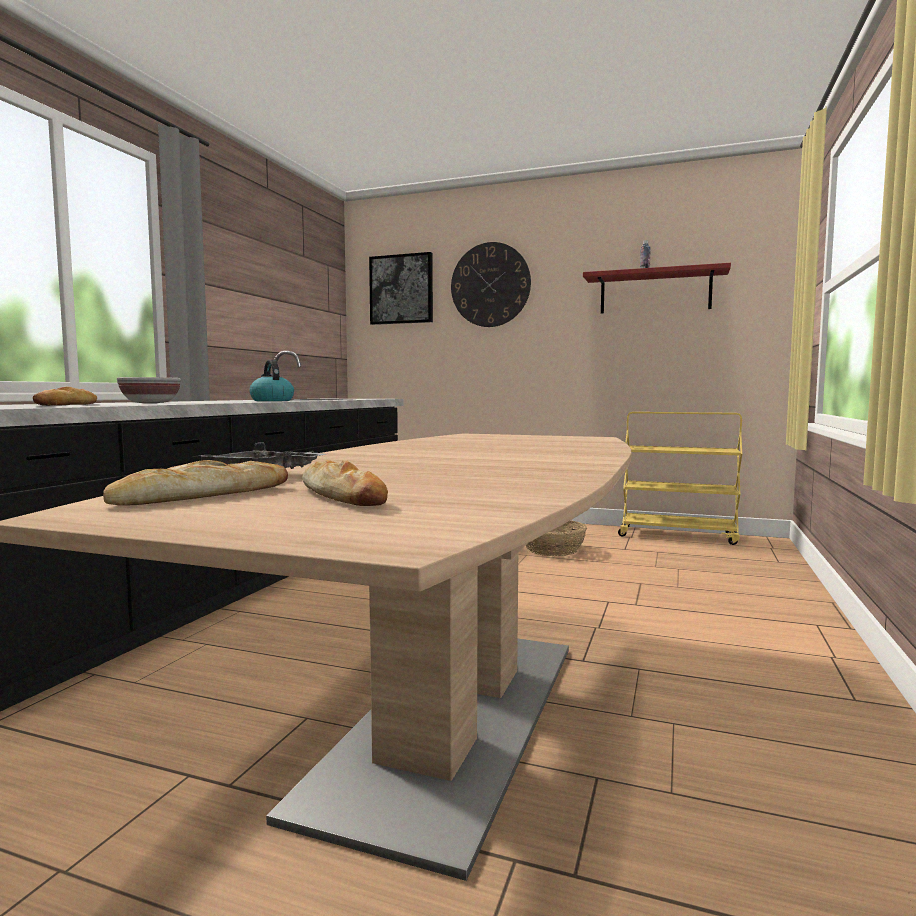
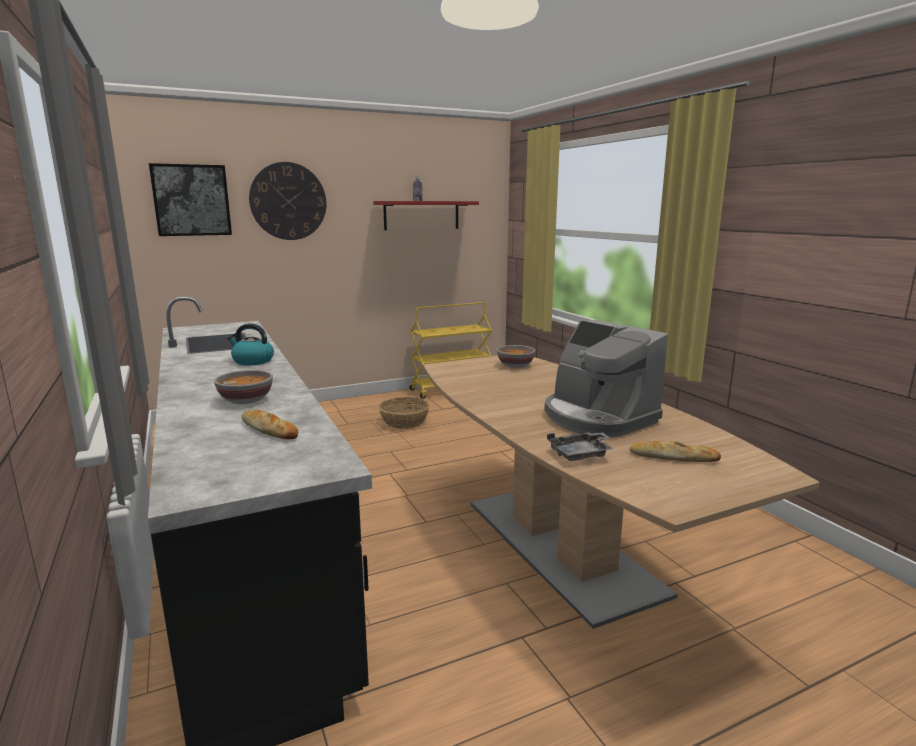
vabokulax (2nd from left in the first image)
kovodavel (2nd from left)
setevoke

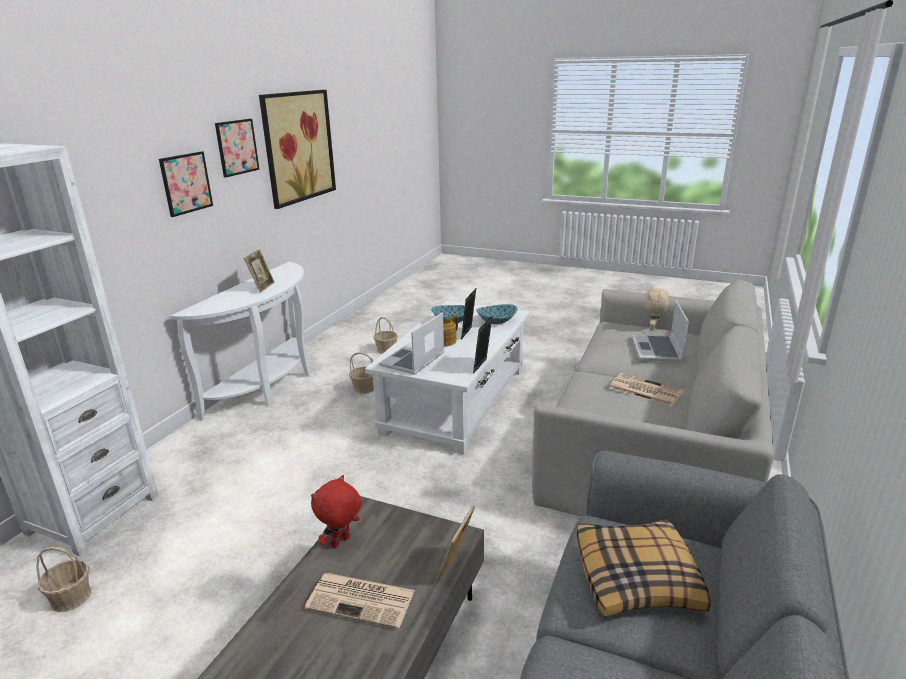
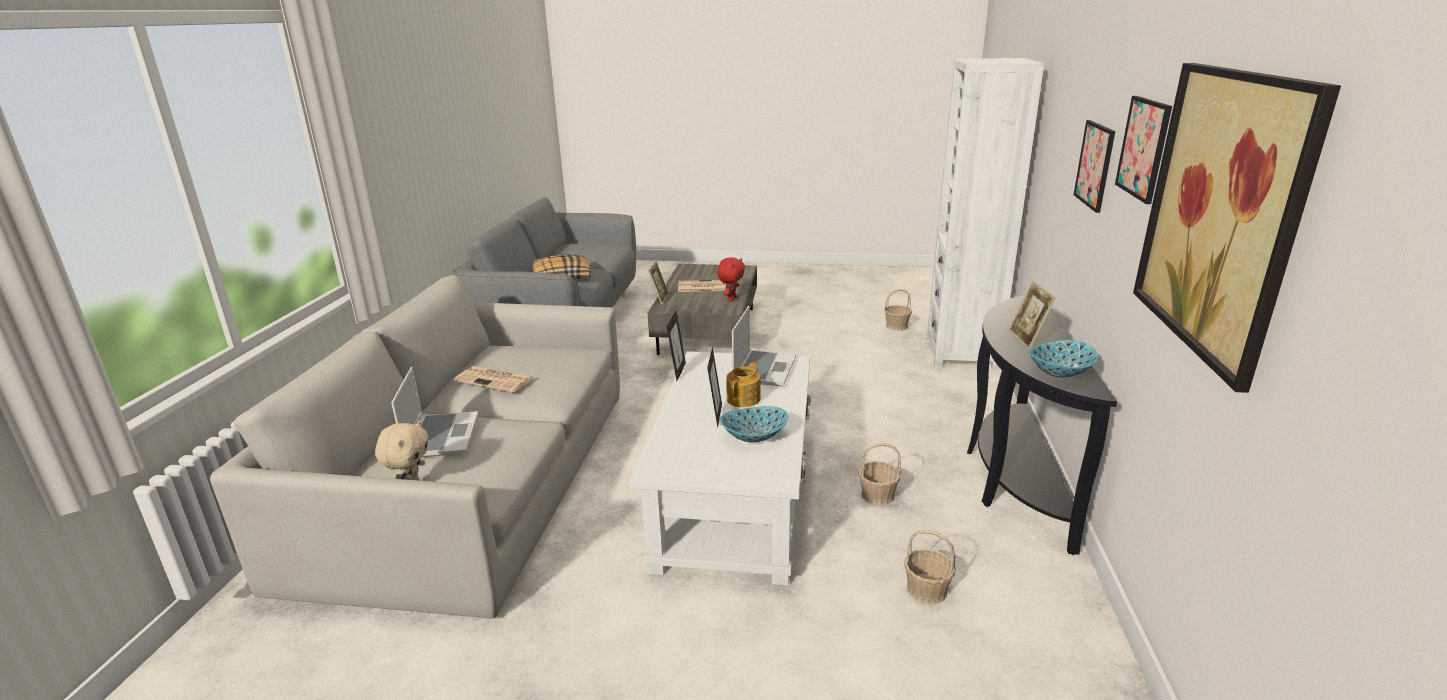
kovodavel (2nd from left)
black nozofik

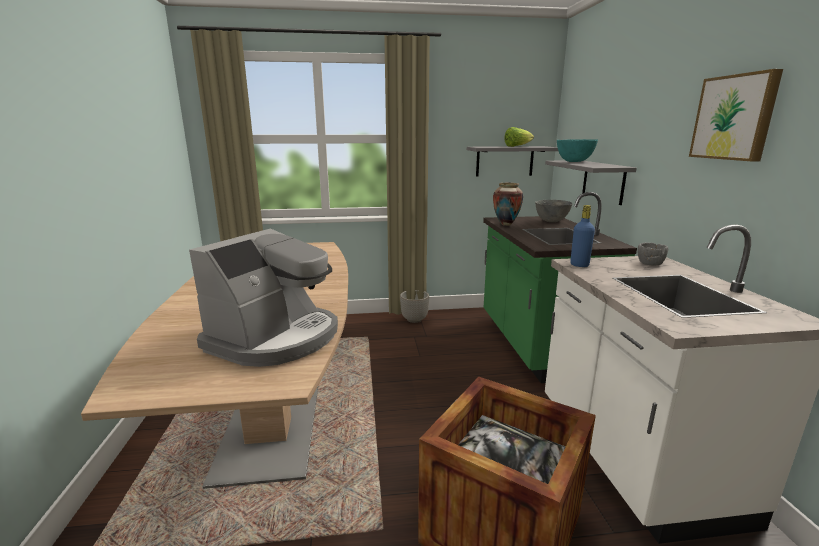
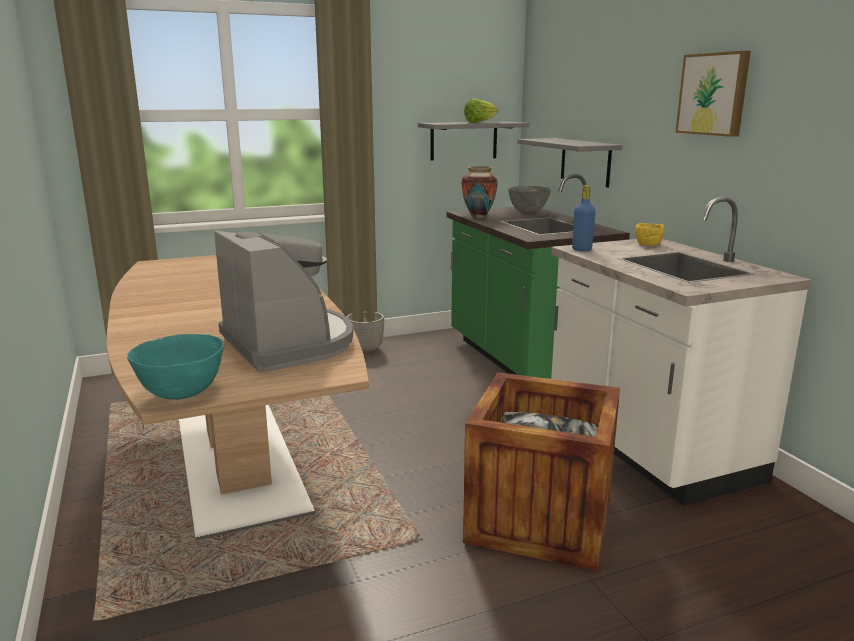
turquoise kovodavel
yellow kovodavel
setevoke

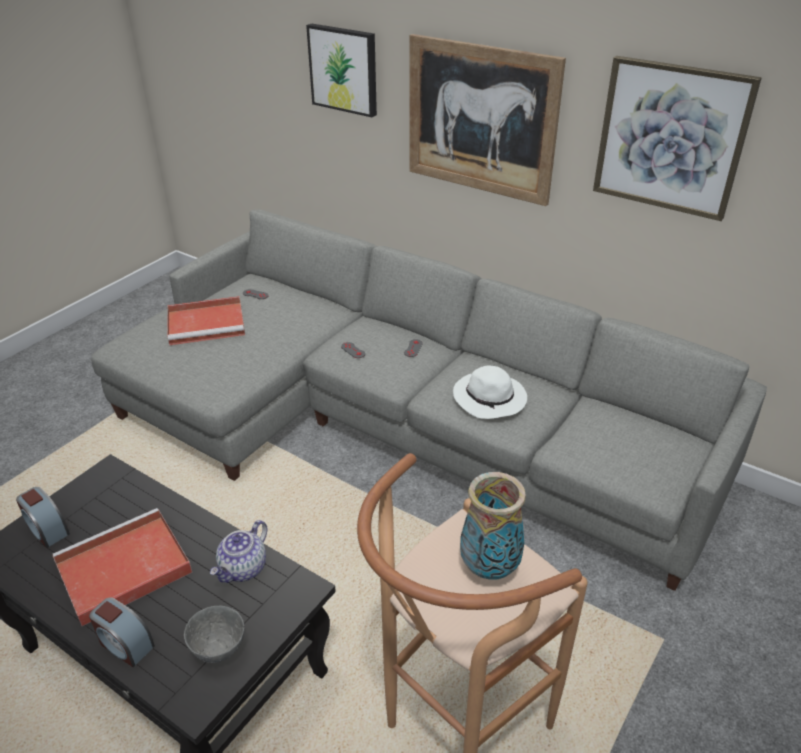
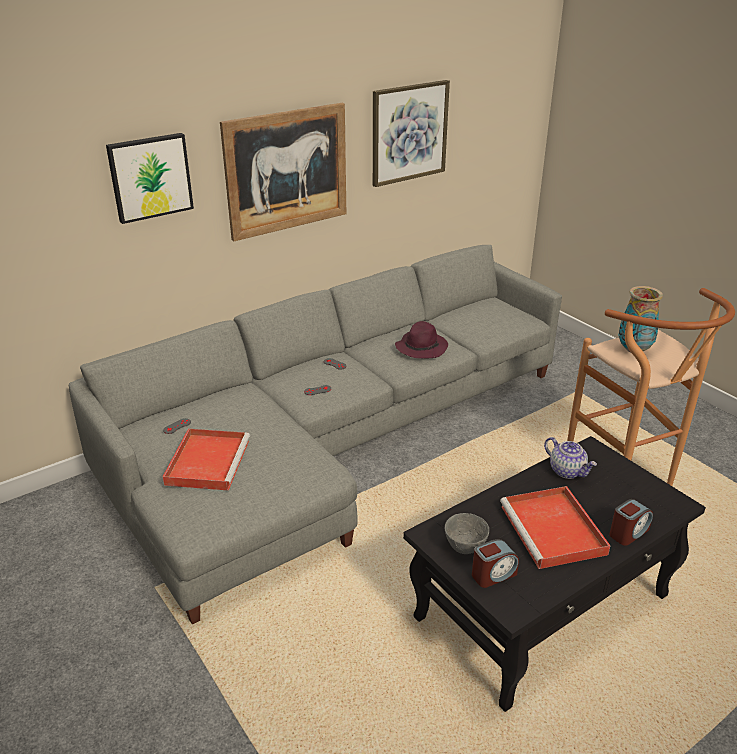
grey kovodavel
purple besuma

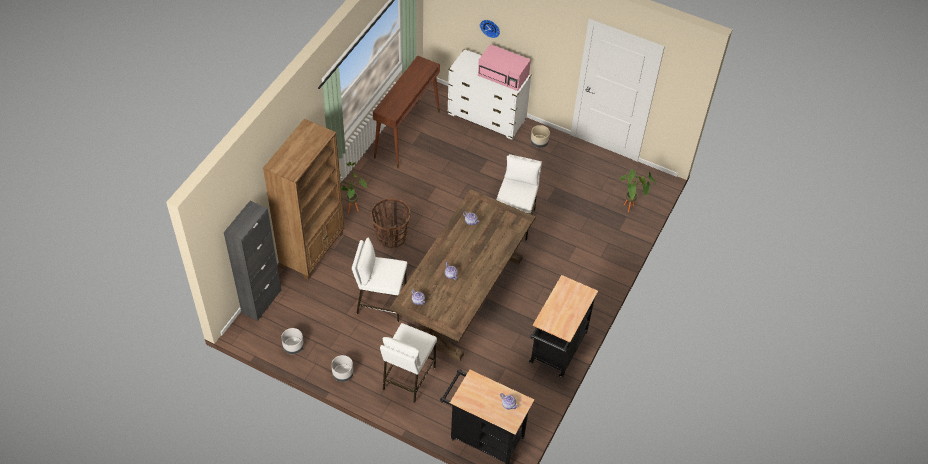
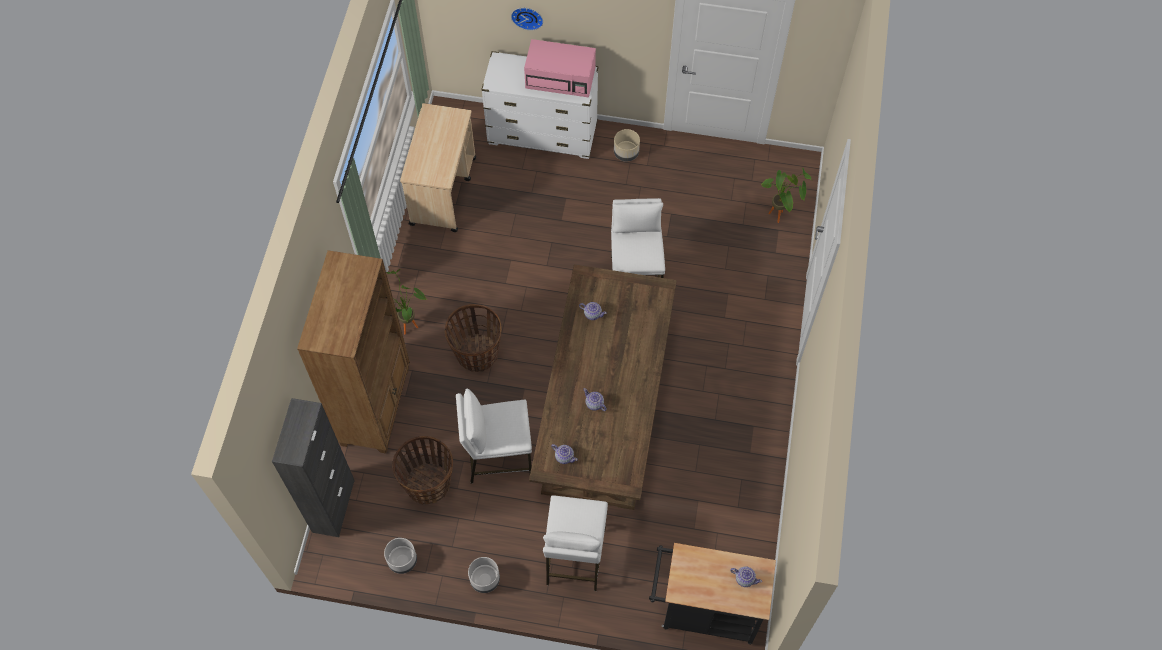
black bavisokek (2nd from left in the first image)
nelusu (1st from left)
beige bavisokek

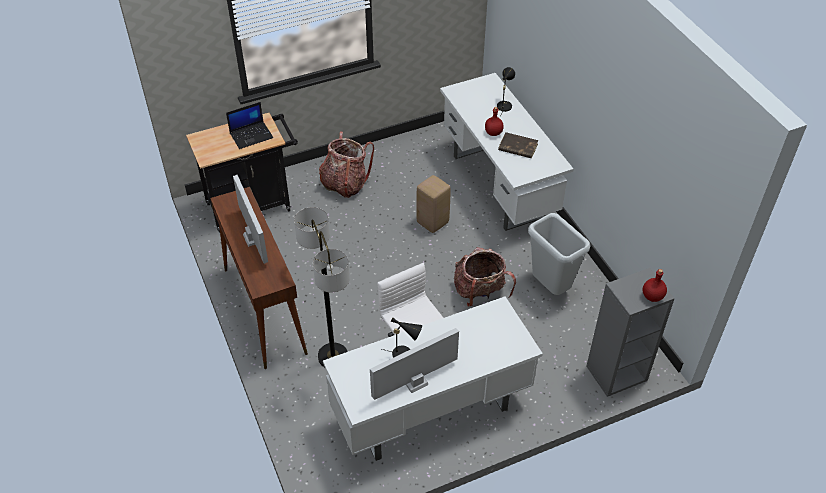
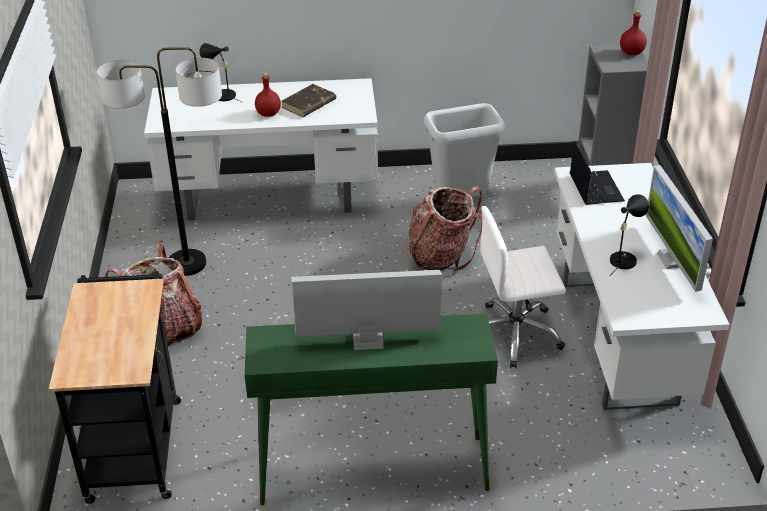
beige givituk
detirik
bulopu
green nozofik

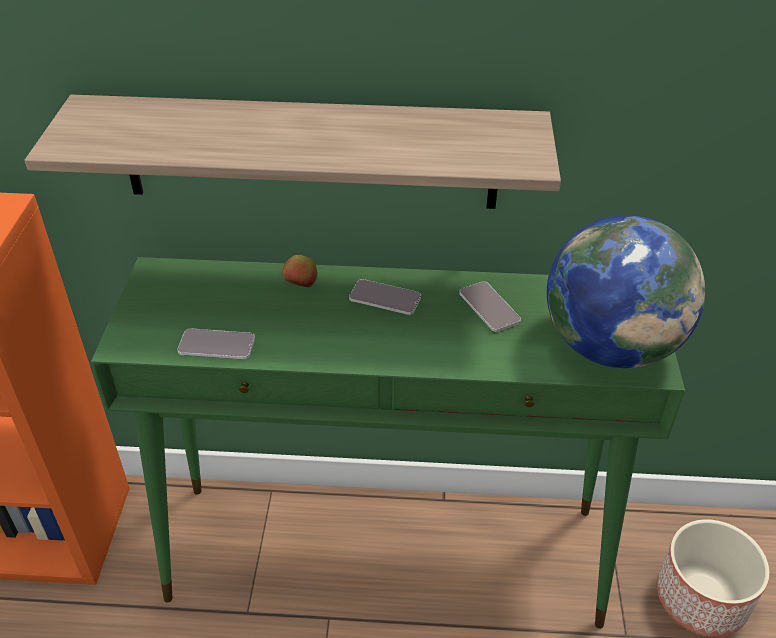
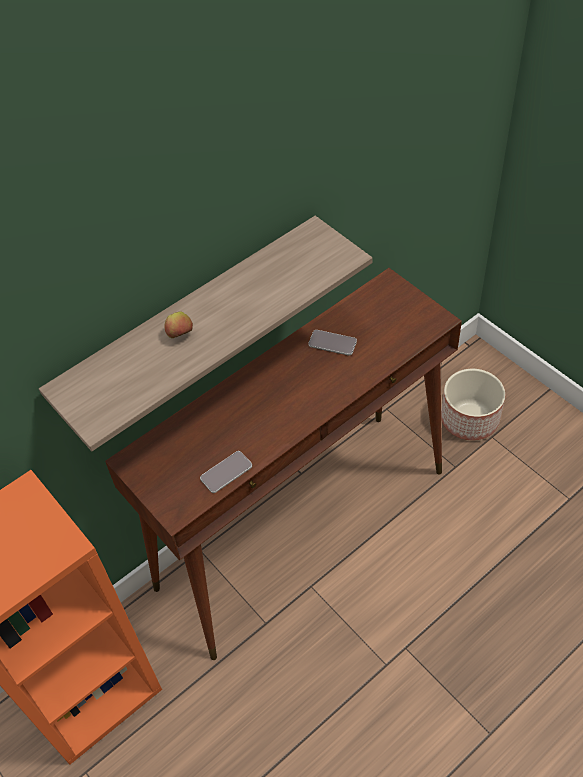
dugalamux (2nd from left in the first image)
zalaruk
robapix
brown nozofik

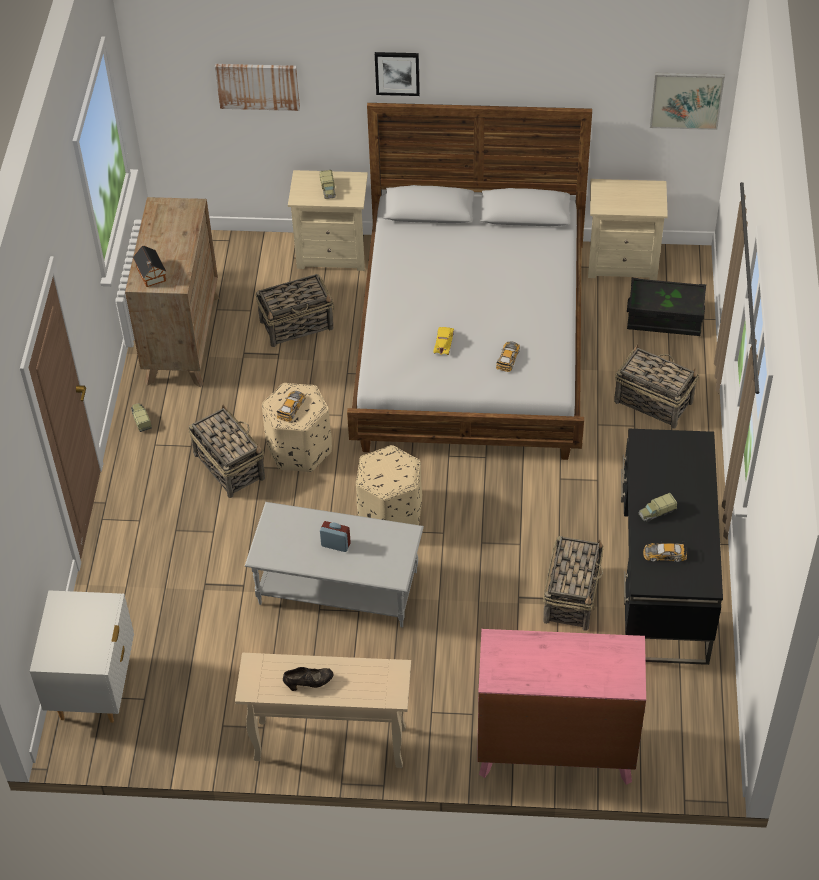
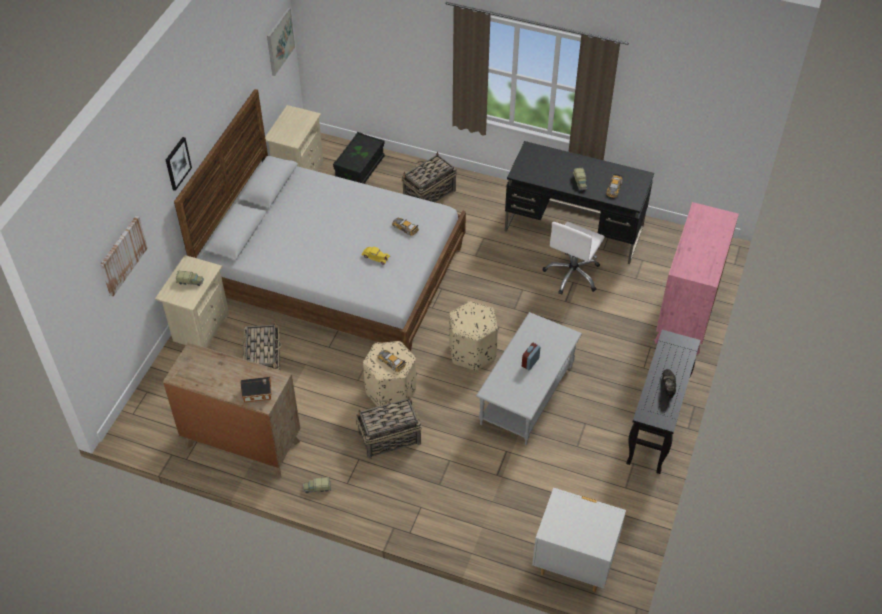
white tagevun
black nozofik

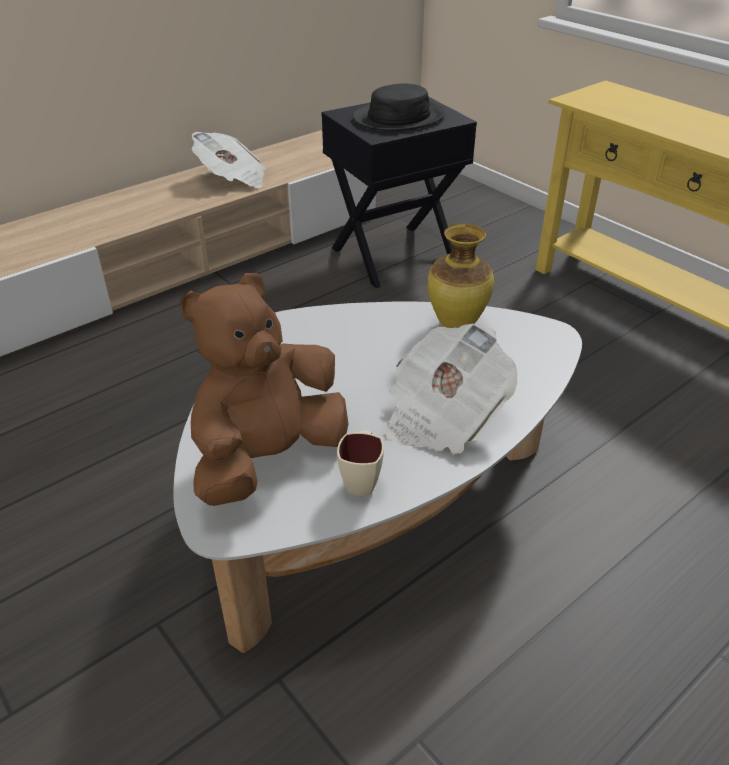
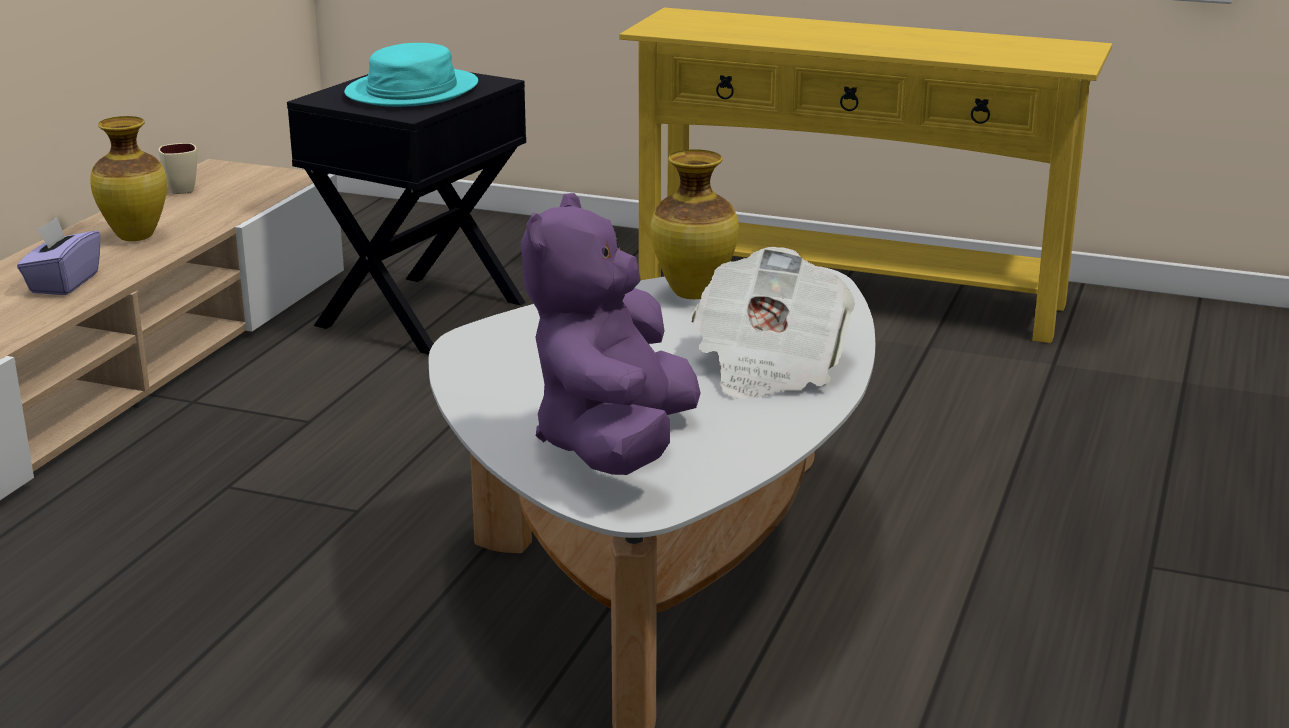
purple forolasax
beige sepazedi
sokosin (1st from left)
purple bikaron
turquoise besuma

